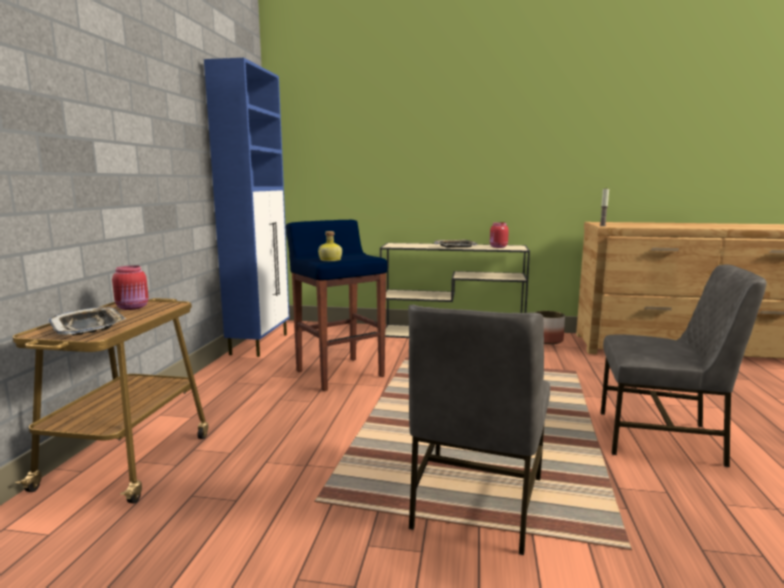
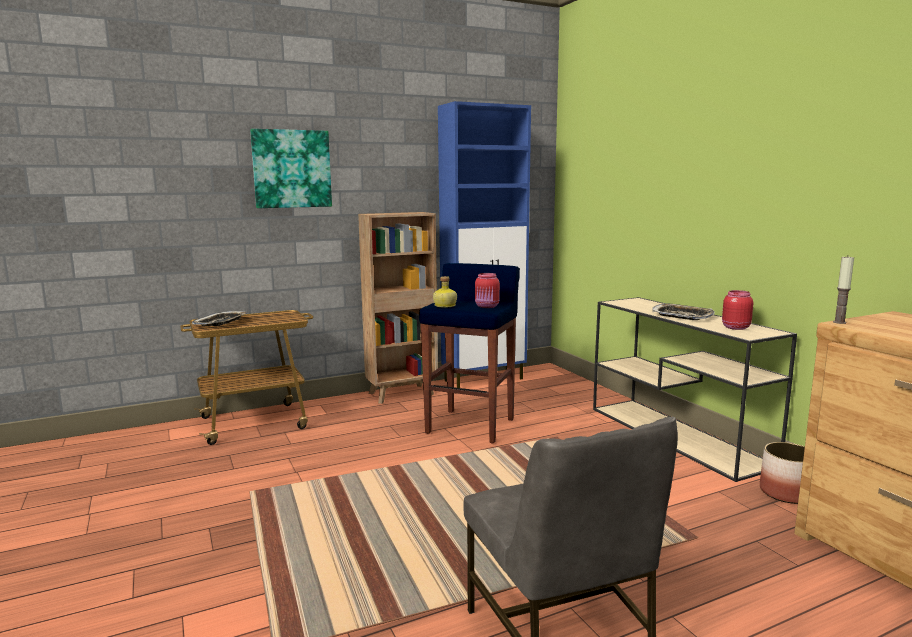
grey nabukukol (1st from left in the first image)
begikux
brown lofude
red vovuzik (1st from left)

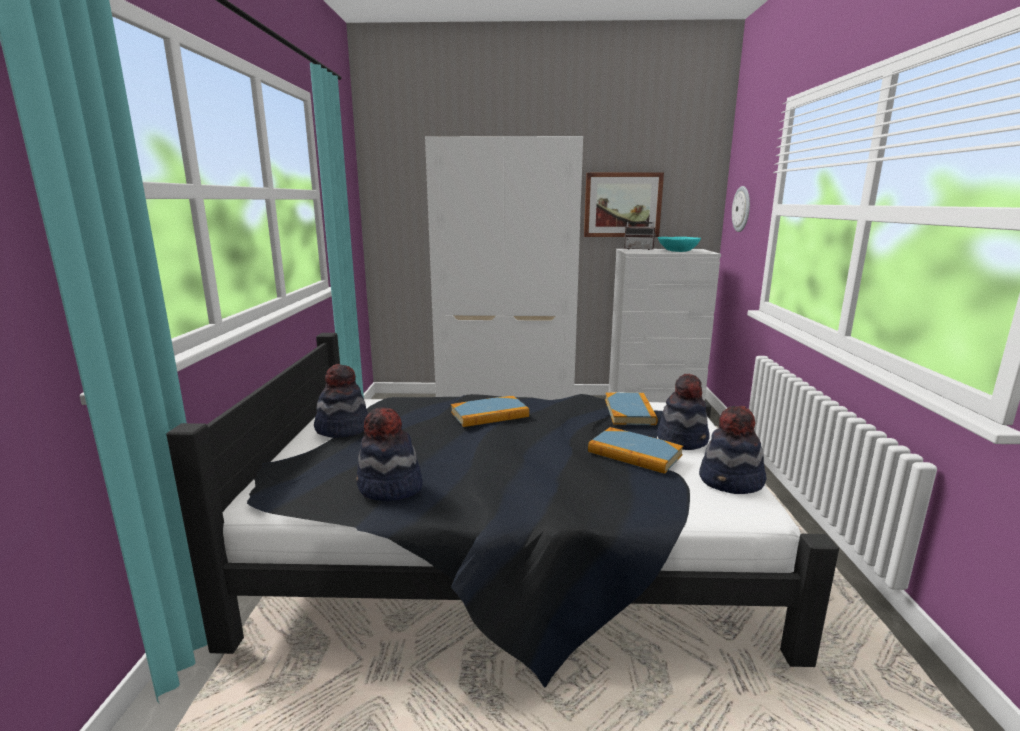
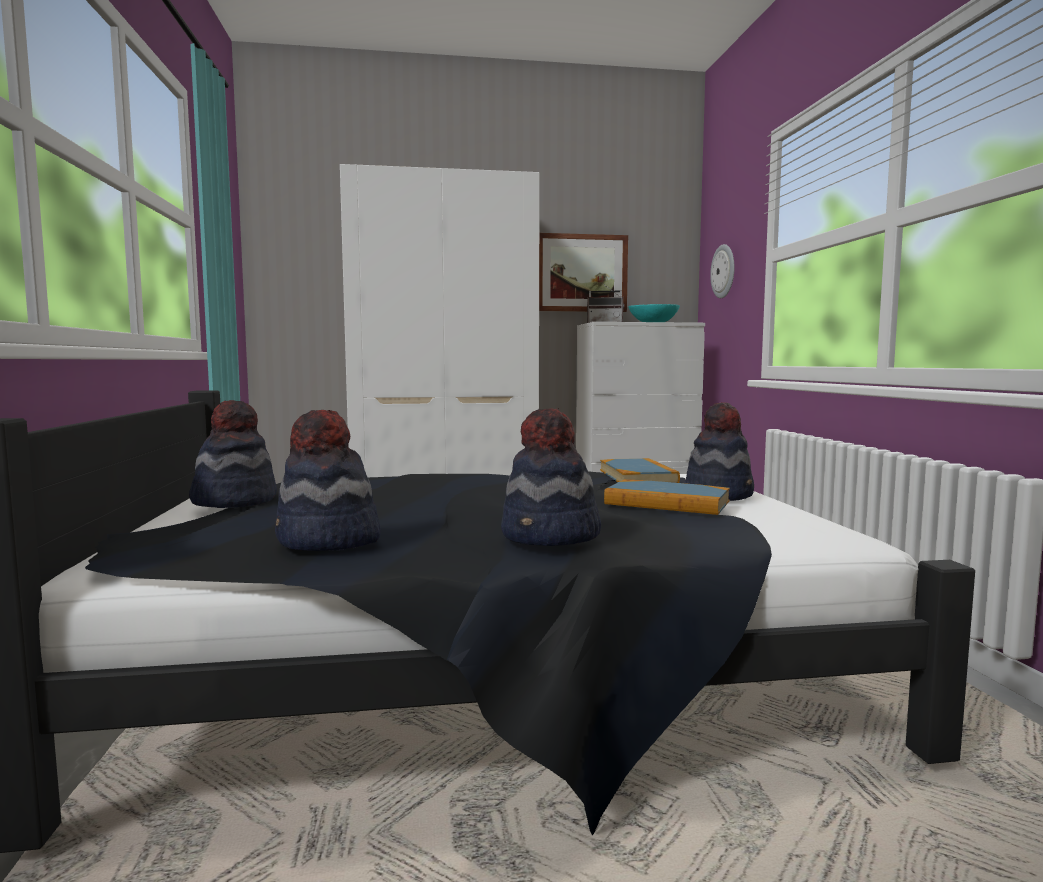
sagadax (1st from left in the first image)
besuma (3rd from left)

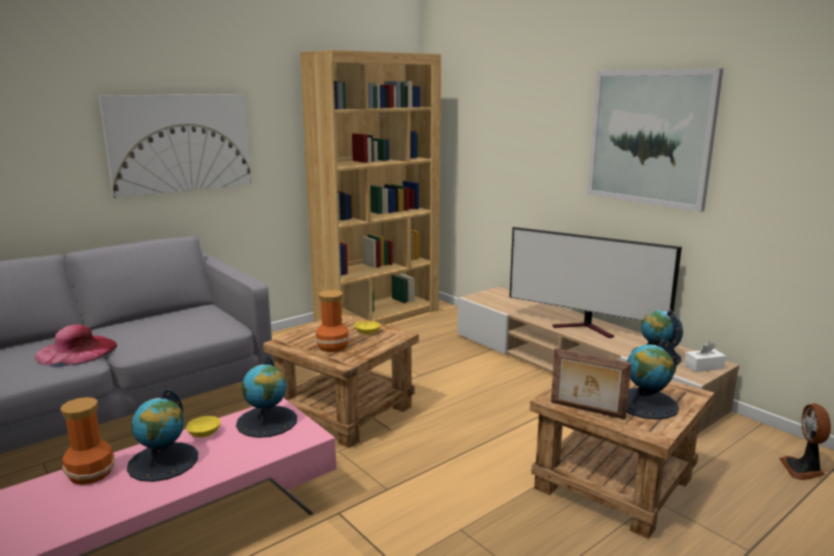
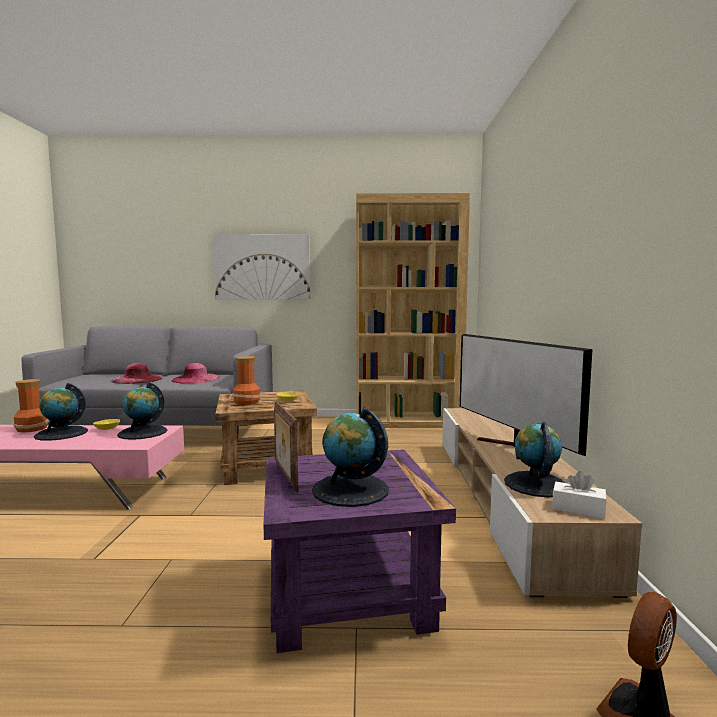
begikux (2nd from left in the first image)
pink besuma (2nd from left)
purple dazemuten

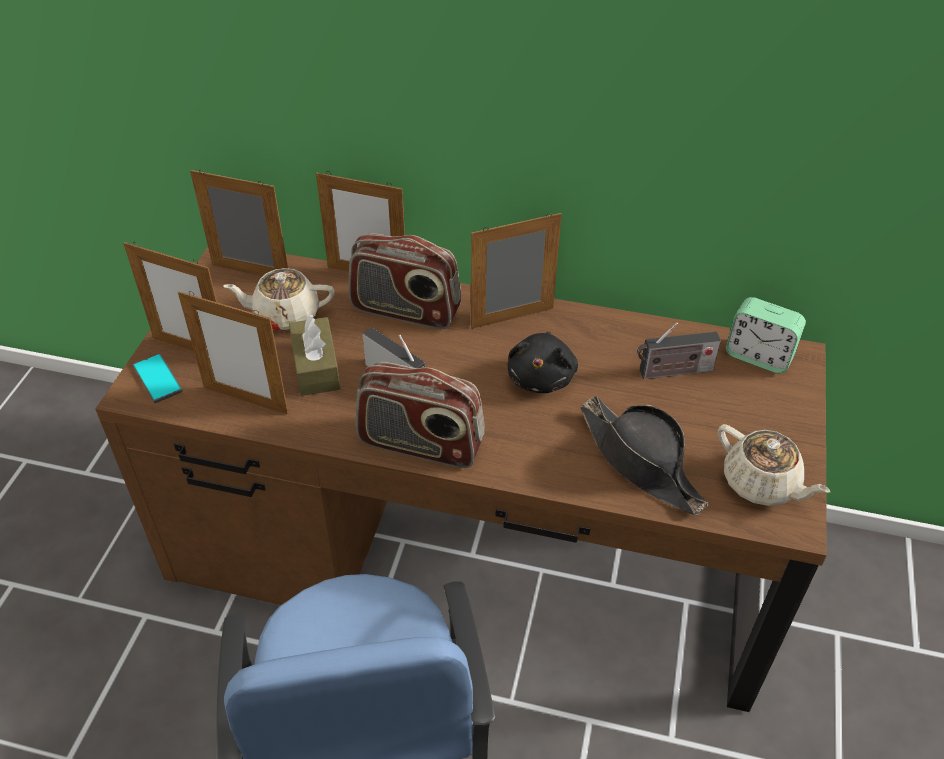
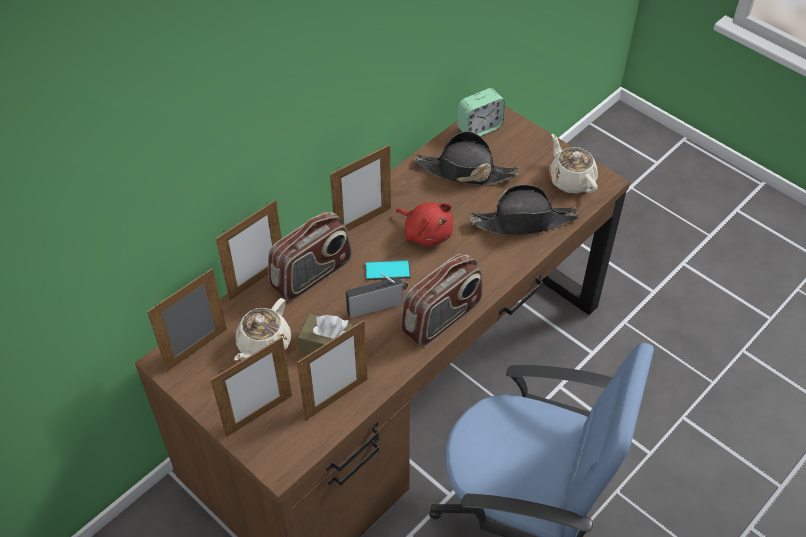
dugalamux
black besuma (1st from left)
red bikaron
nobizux (5th from left)
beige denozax (2nd from left)

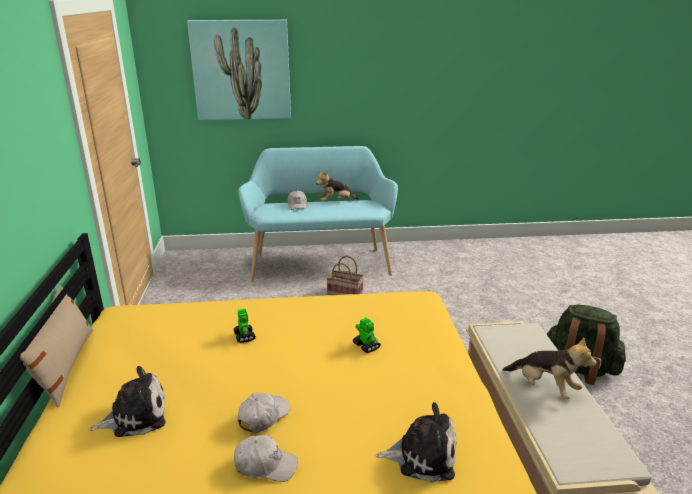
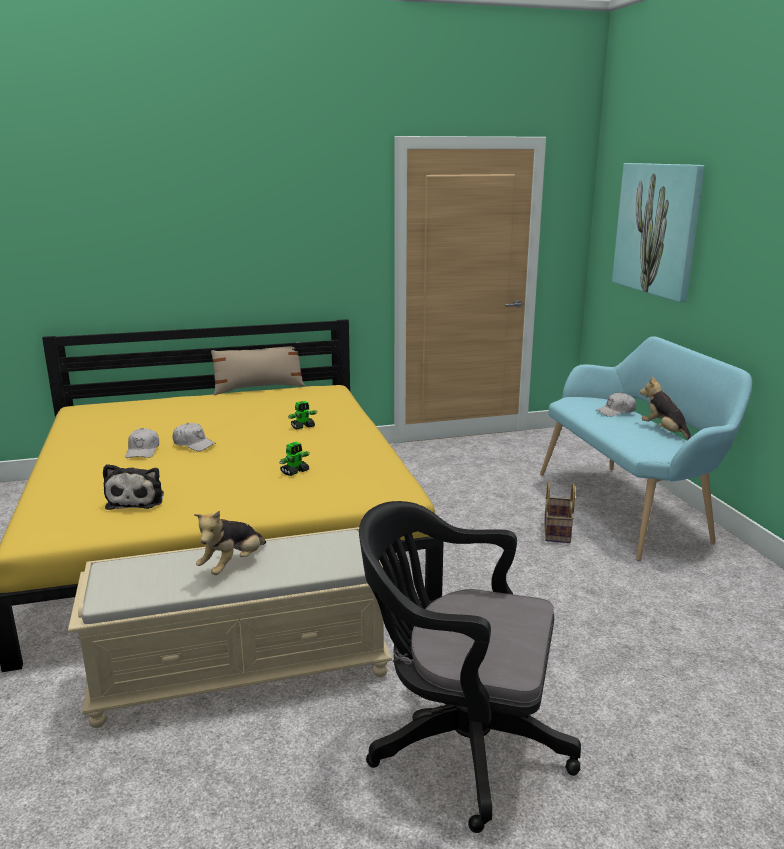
bikaron (1st from left in the first image)
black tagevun

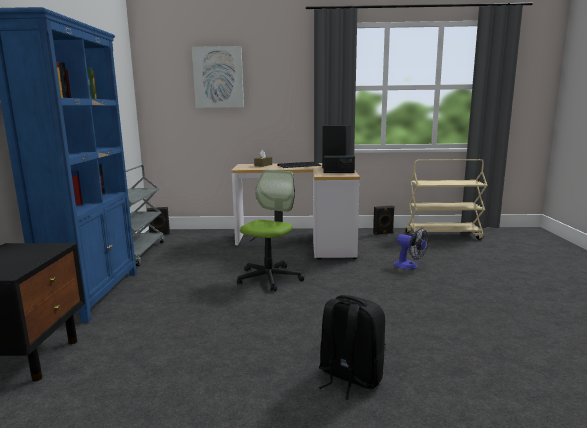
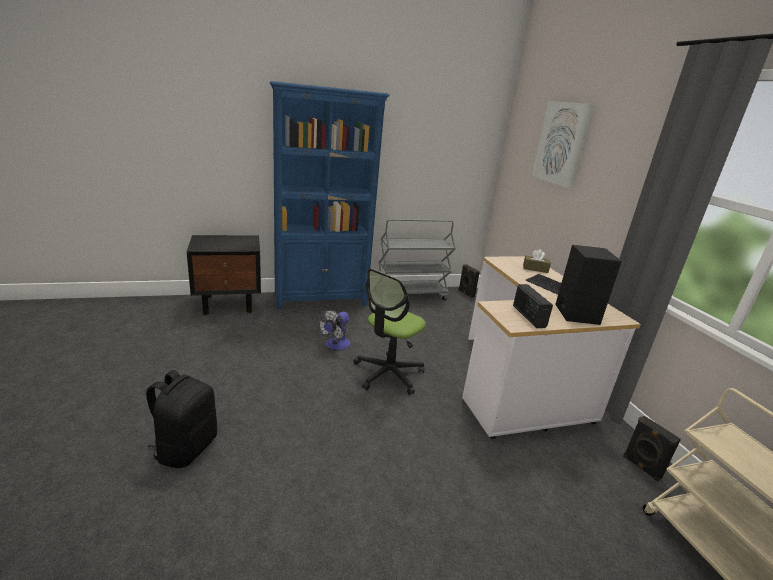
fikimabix
tagevun

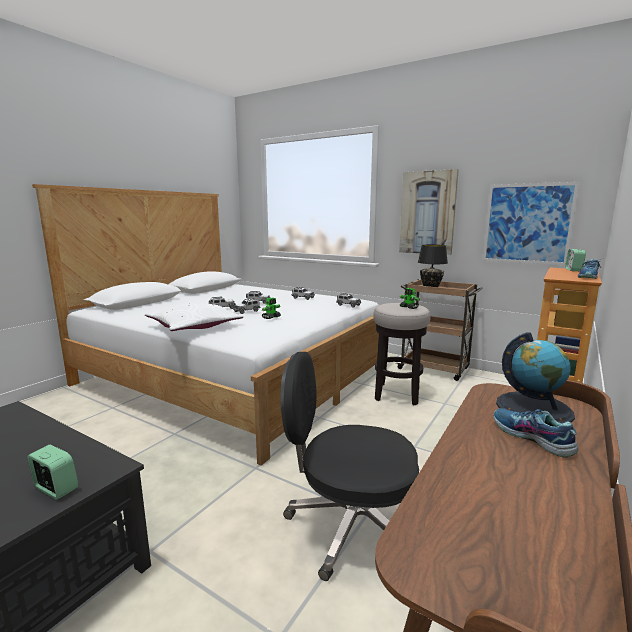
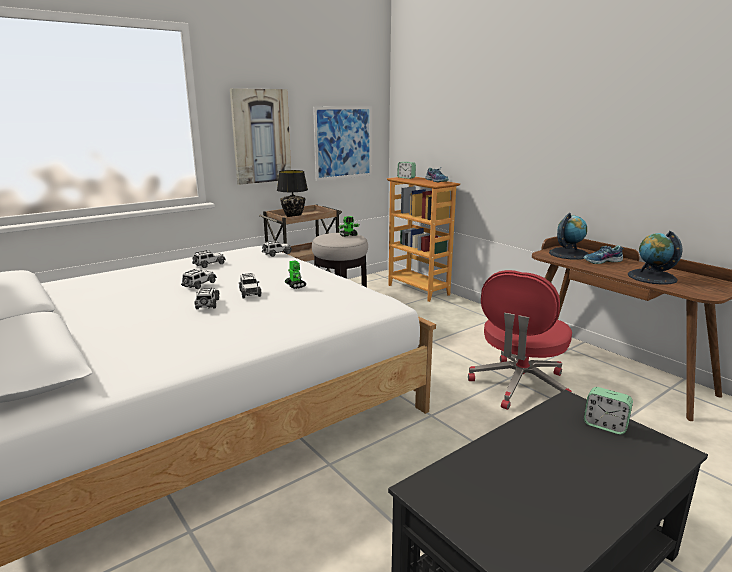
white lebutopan
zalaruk (2nd from left)
red tagevun
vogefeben (2nd from left)

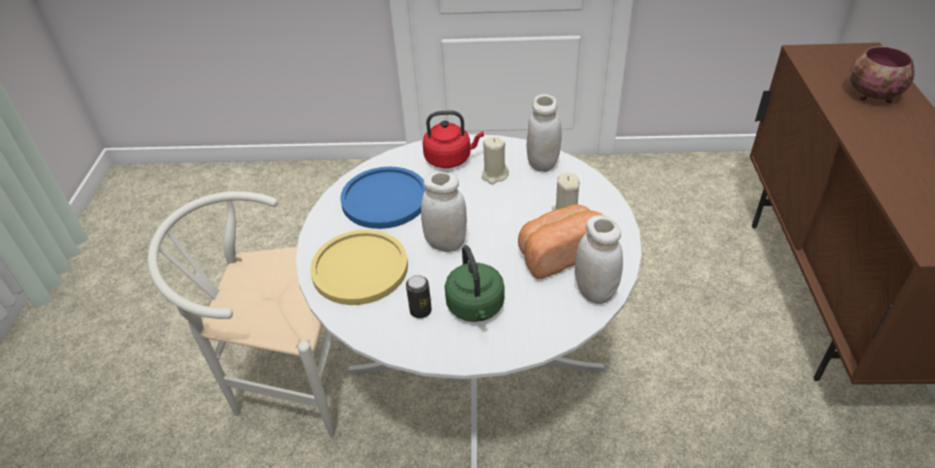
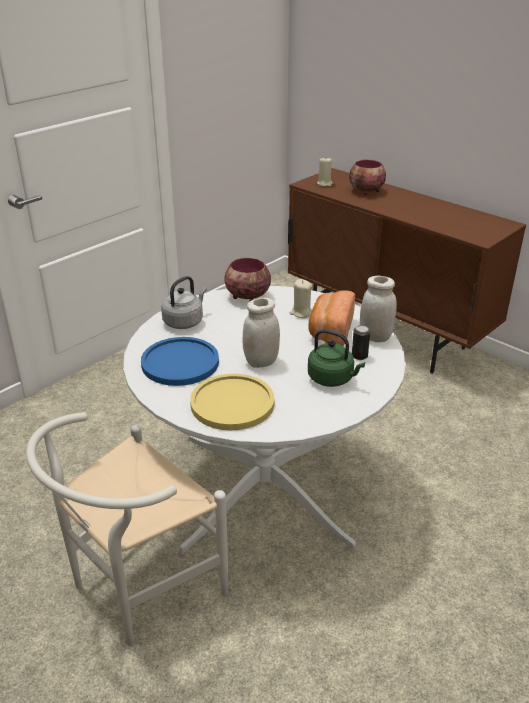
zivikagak
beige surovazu (2nd from left)
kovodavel (1st from left)
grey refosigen

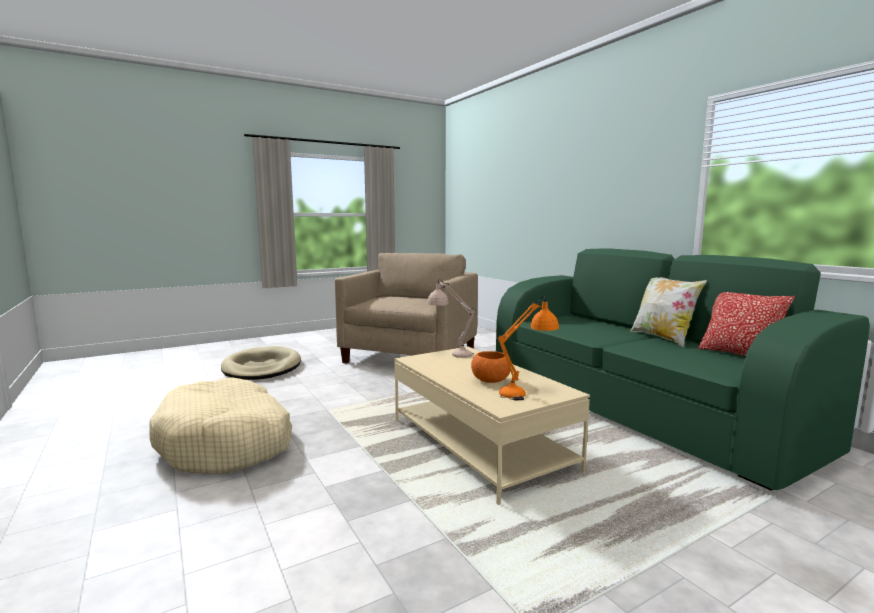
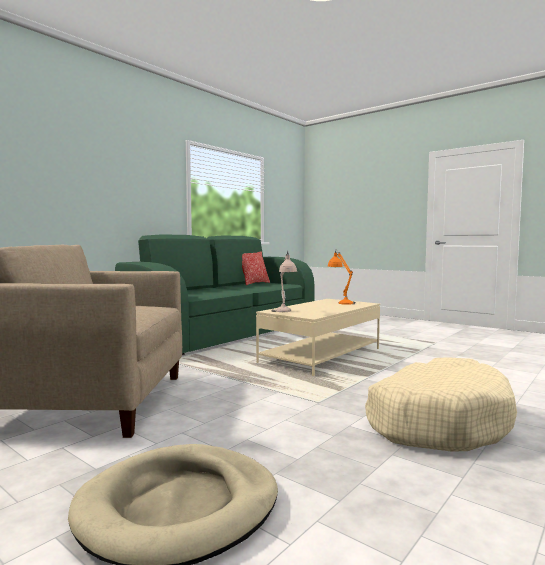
orange kovodavel
lebutopan (1st from left in the first image)

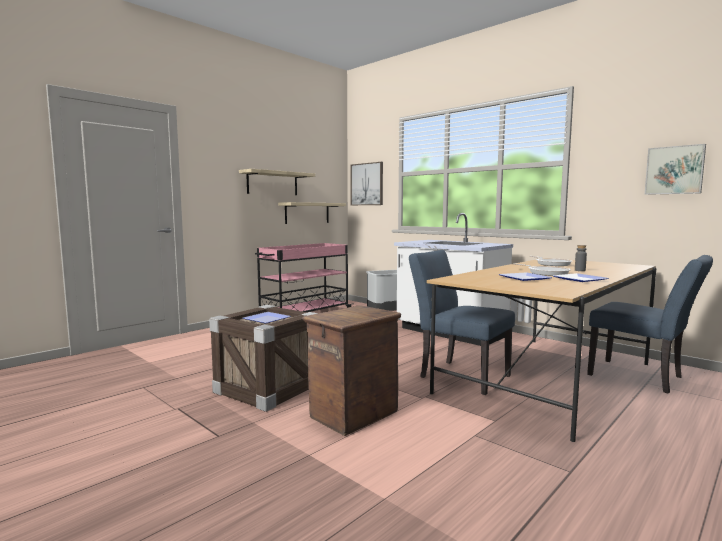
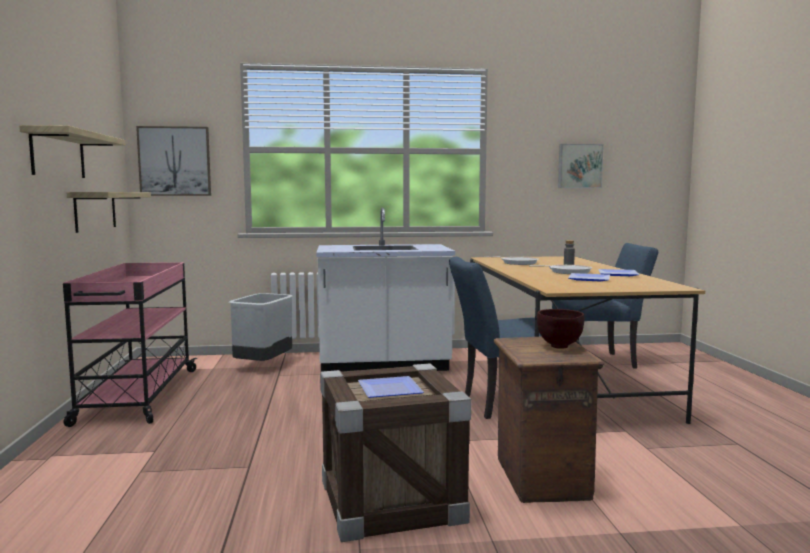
brown kovodavel

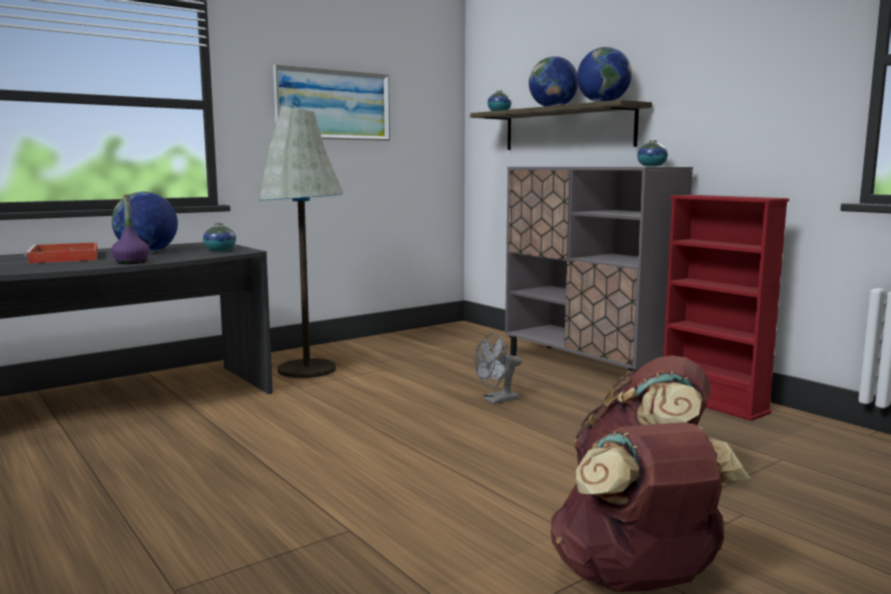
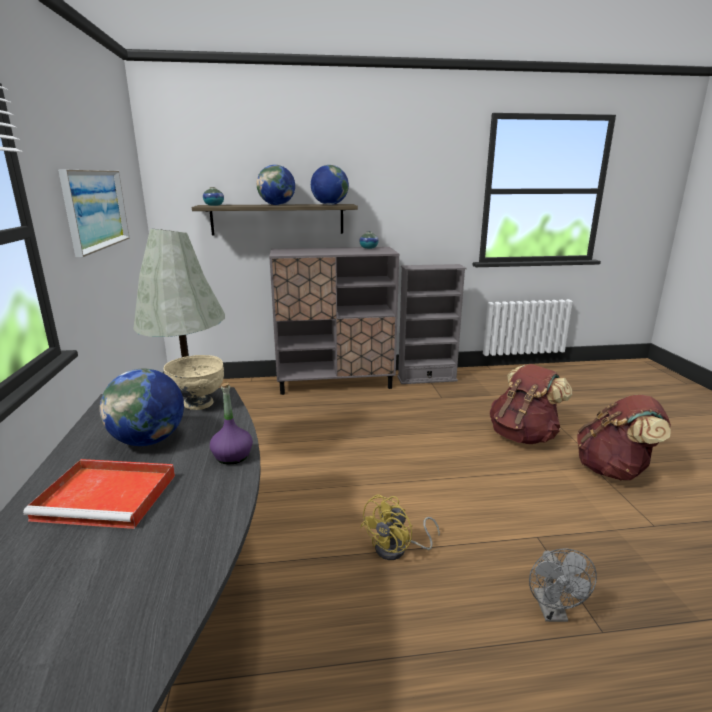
yellow fikimabix
grey fikimabix
beige kovodavel
grey lofude

